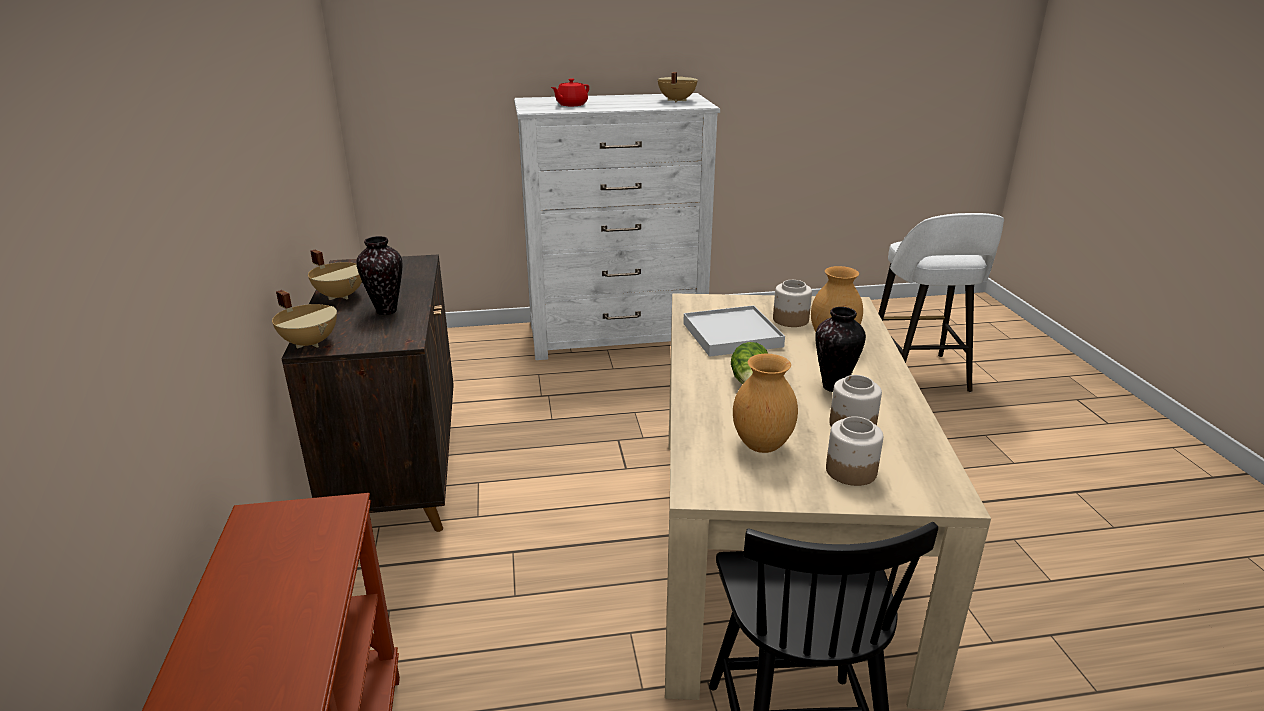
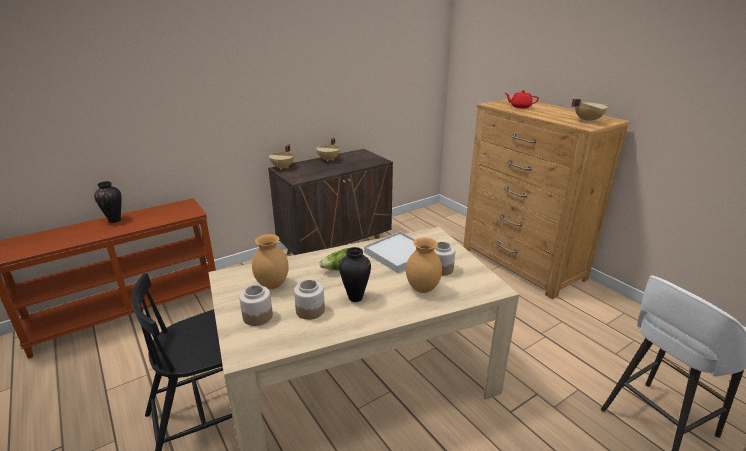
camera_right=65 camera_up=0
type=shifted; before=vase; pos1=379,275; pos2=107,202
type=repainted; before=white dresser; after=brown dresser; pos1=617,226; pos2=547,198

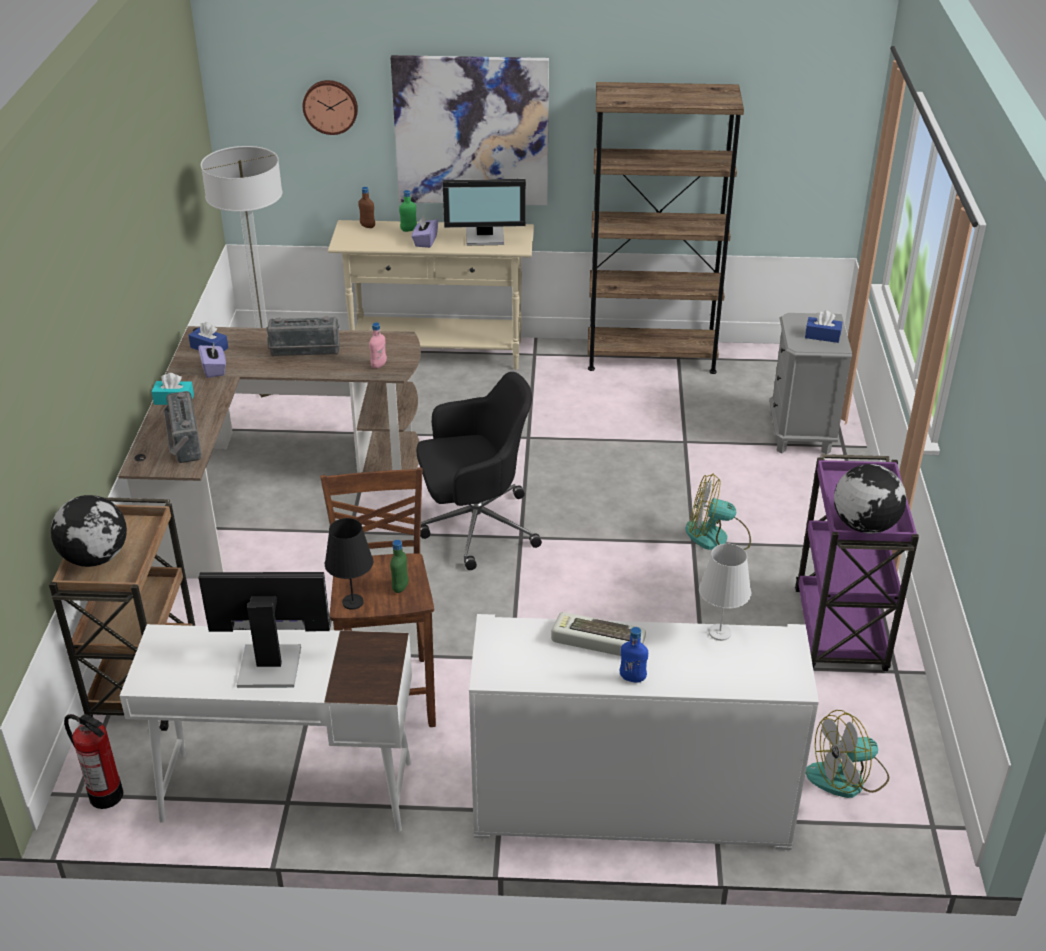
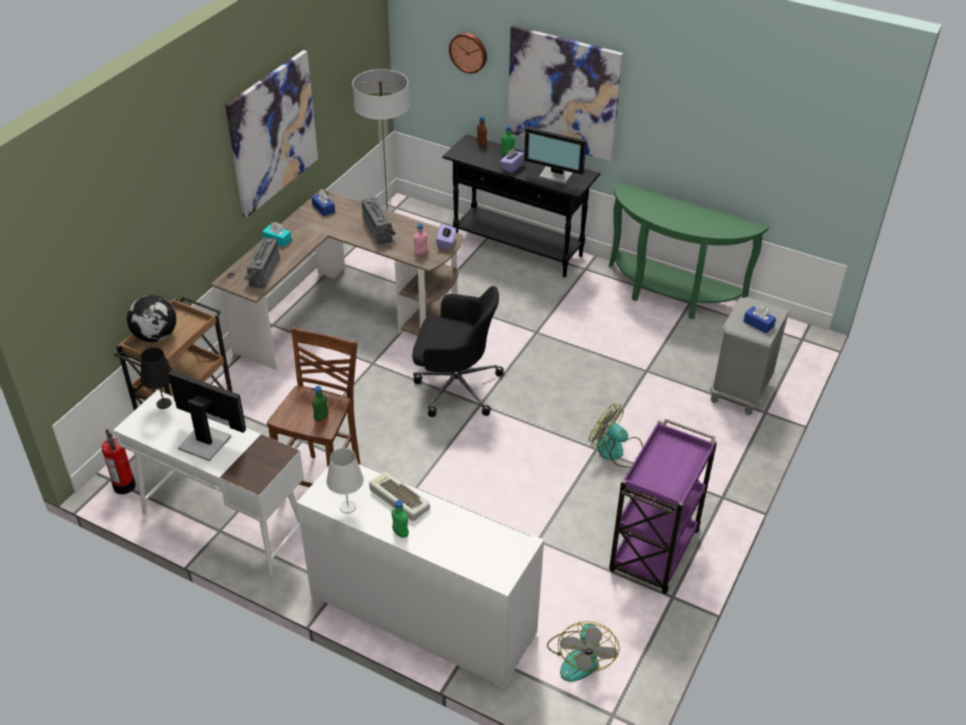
camera_right=25 camera_up=5
type=shifted; before=purple tissue box; pos1=212,360; pos2=446,237
type=rotated; before=radio; pos1=303,336; pos2=379,221; turn=-135
type=shifted; before=black table lamp; pos1=349,564; pos2=156,378
type=repainted; before=beige console table; after=black console table; pos1=431,294; pos2=521,205
type=swapped; before=brown bookcase; after=green console table; pos1=666,228; pos2=689,250
type=repainted; before=blue bottle; after=green bottle; pos1=634,654; pos2=400,519
type=shifted; before=white table lamp; pos1=725,592; pos2=345,481
type=rotated; before=fan; pos1=847,754; pos2=583,651; turn=-90
type=gone; before=globe; pos1=870,499
type=new; after=picture; pos2=271,134

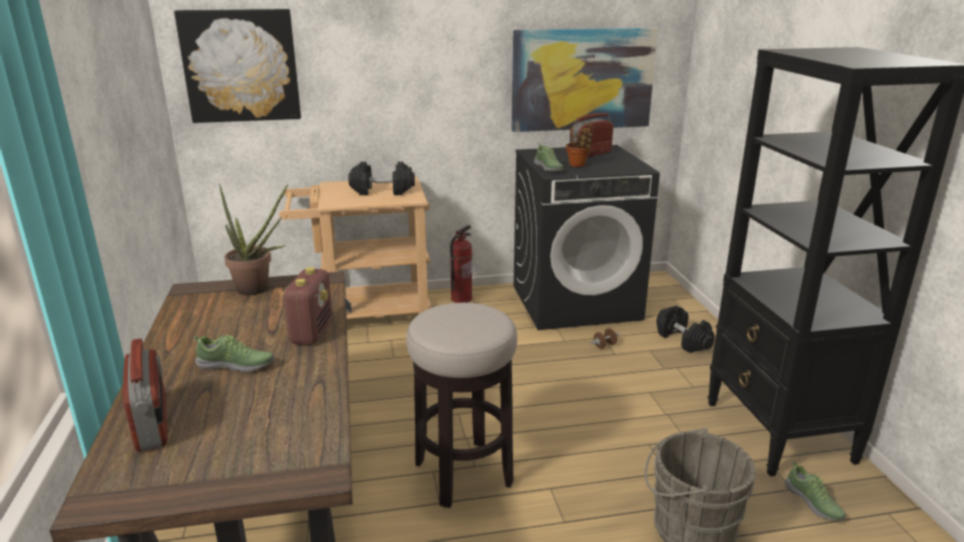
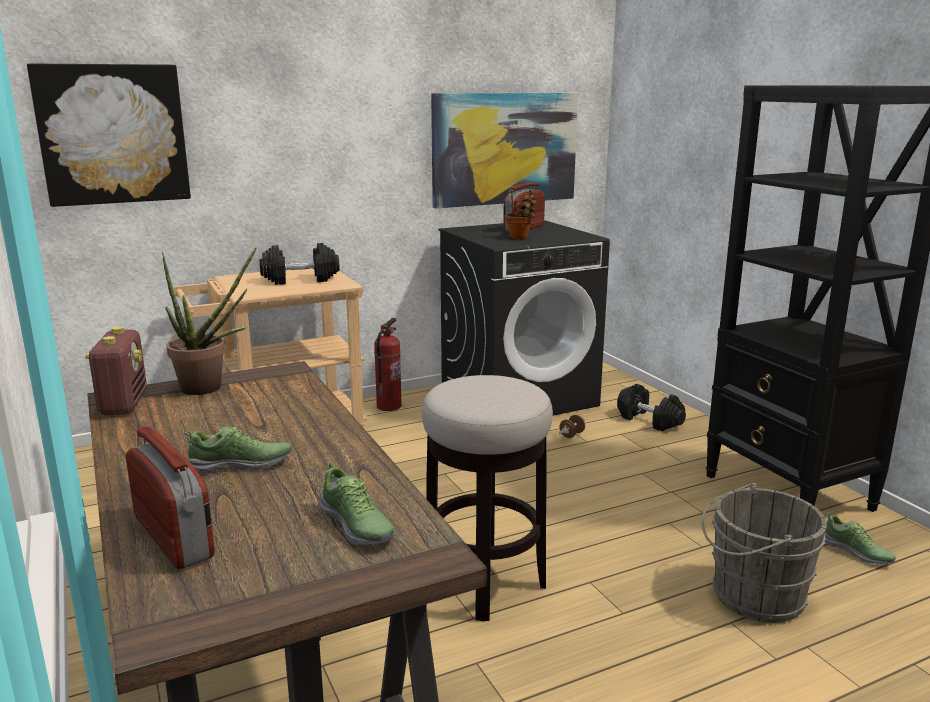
camera_right=-15 camera_up=-5
type=shifted; before=radio; pos1=307,306; pos2=116,371
type=shifted; before=shoe; pos1=549,157; pos2=357,504

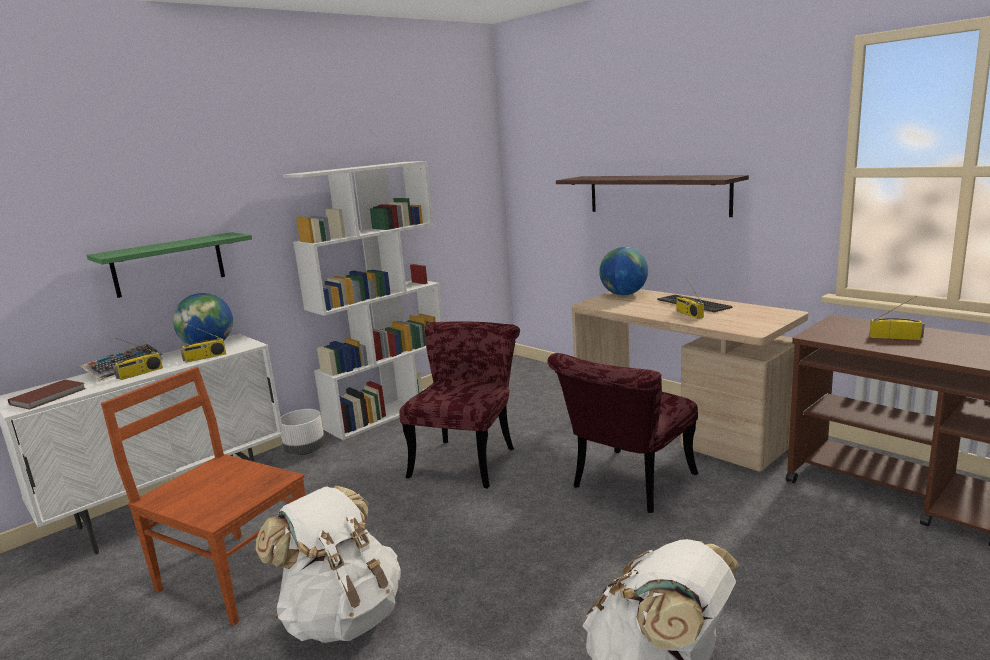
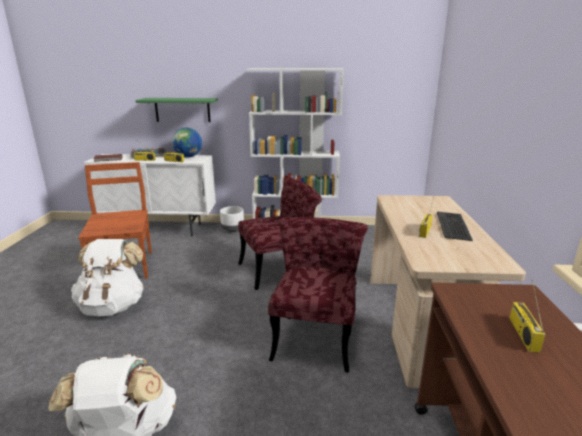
camera_right=45 camera_up=5
type=rotated; before=red chair; pos1=622,433; pos2=318,295; turn=105
type=gone; before=shelf; pos1=652,196
type=gone; before=globe; pos1=623,271
type=rotated; before=radio; pos1=897,318; pos2=527,316; turn=-150

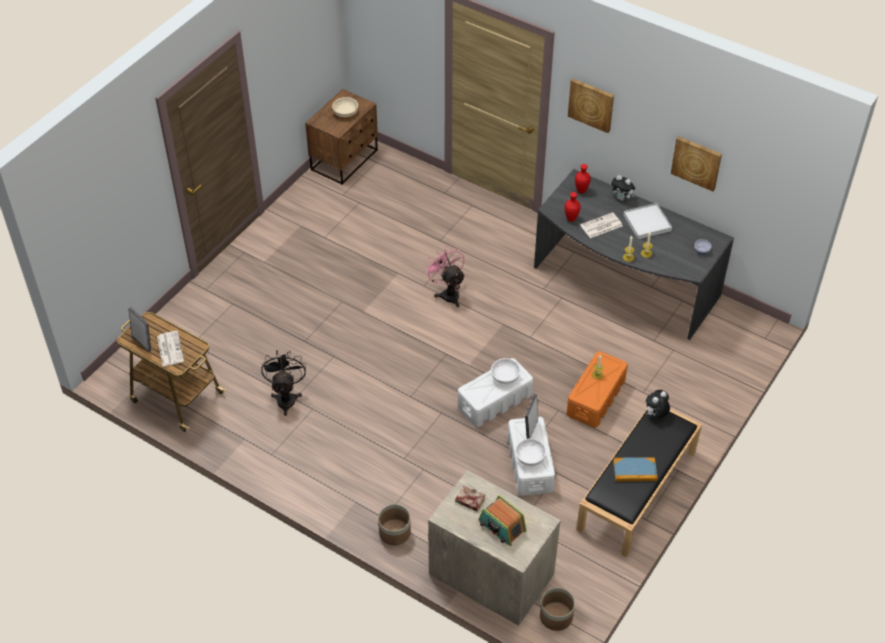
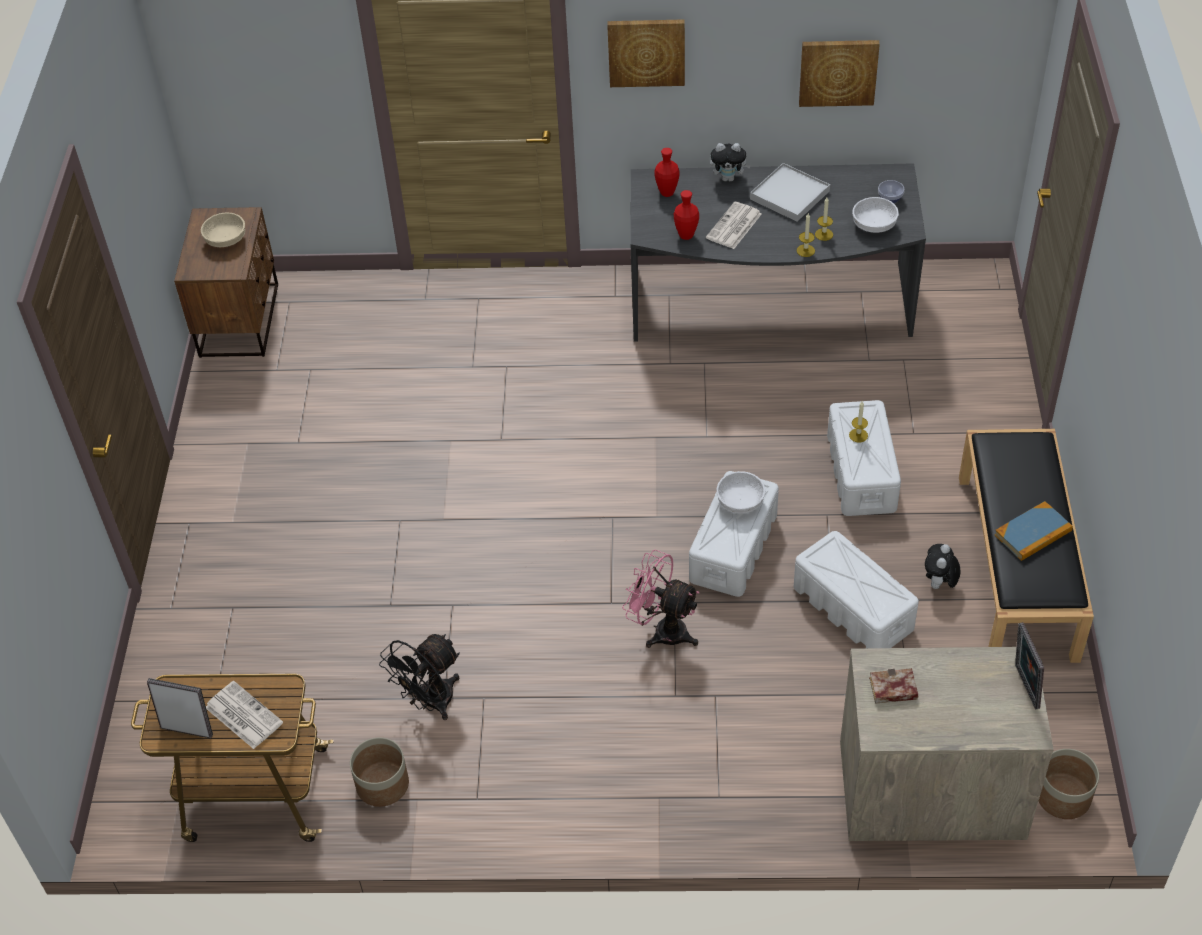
camera_right=-30 camera_up=0
type=rotated; before=black fan; pos1=283,383; pos2=419,677; turn=-105
type=shifted; before=planter; pos1=394,524; pos2=379,772
type=shifted; before=pink fan; pos1=444,277; pos2=660,599
type=gone; before=radio; pos1=502,520
type=shifted; before=white bowl; pos1=530,452; pos2=875,215
type=shifted; before=picture frame; pos1=531,416; pos2=1029,666
type=repainted; before=orange storage box; after=white storage box; pos1=597,389; pos2=864,458
type=shifted; before=plush toy; pos1=658,404; pos2=943,567

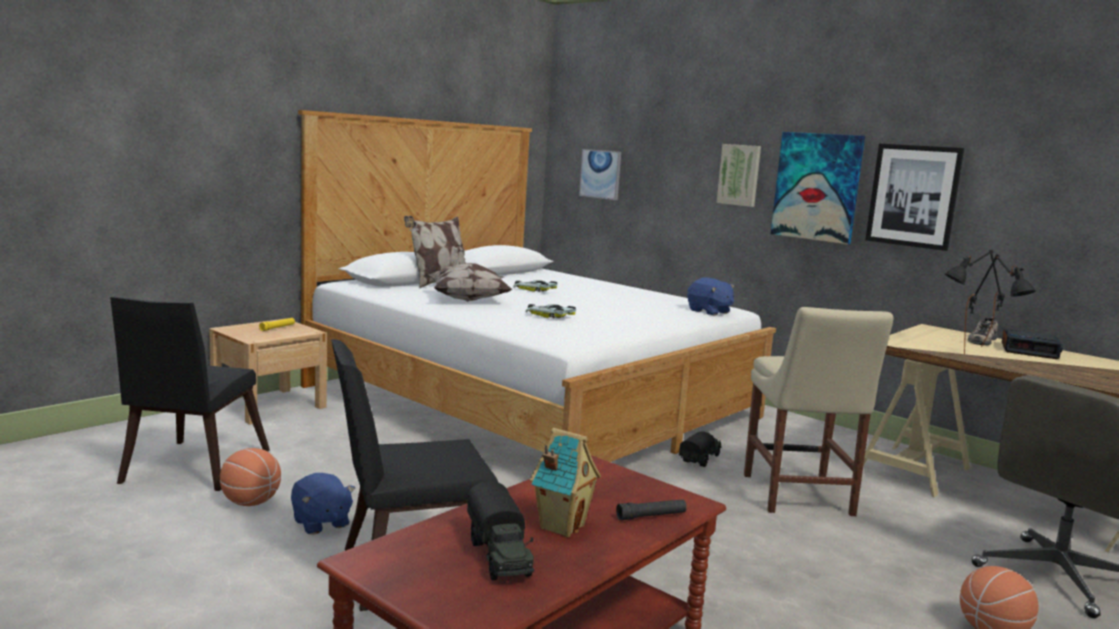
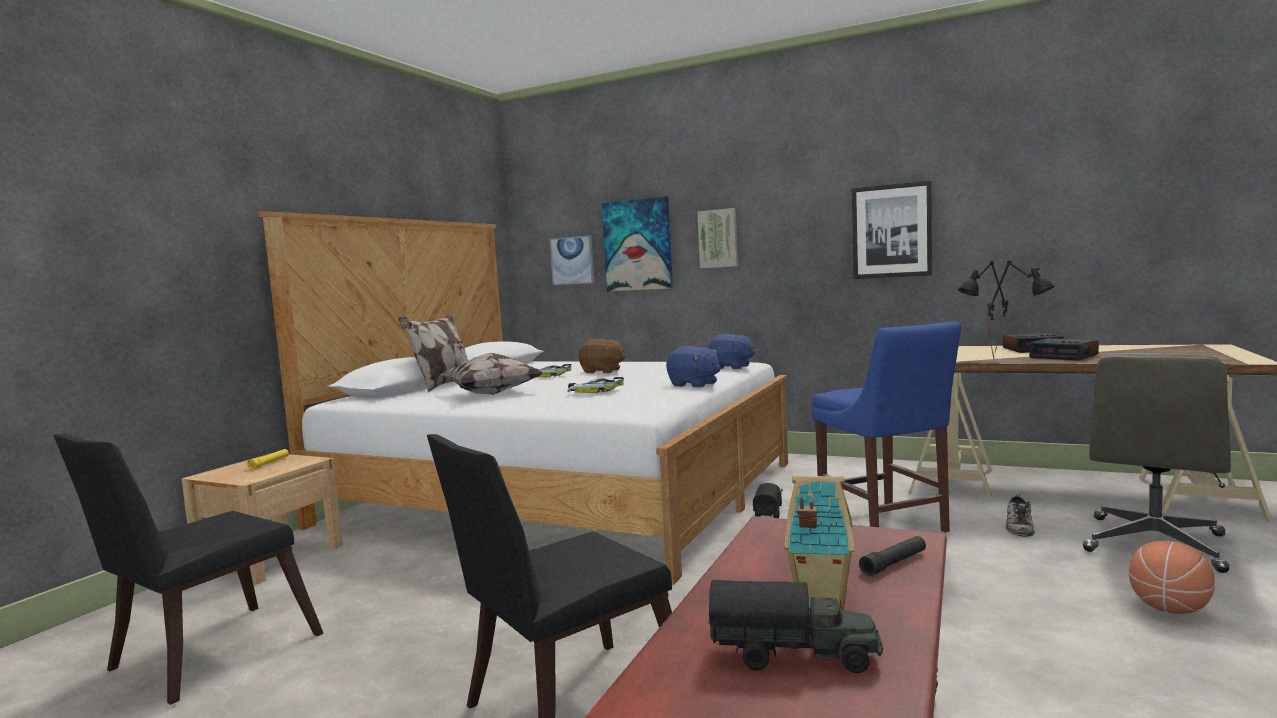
camera_right=-15 camera_up=-5
type=rotated; before=black chair; pos1=190,394; pos2=188,569; turn=45
type=gone; before=basketball; pos1=250,477
type=shifted; before=blue plush toy; pos1=323,504; pos2=693,367
type=rotated; before=toy truck; pos1=500,530; pos2=796,626; turn=-45
type=repainted; before=beige chair; after=blue chair; pos1=818,411; pos2=886,427
type=shifted; before=picture; pos1=818,188; pos2=637,243
type=shifted; before=shoe; pos1=983,331; pos2=1020,515
type=new; after=brown plush toy; pos2=602,356
type=new; after=alarm clock; pos2=1064,349

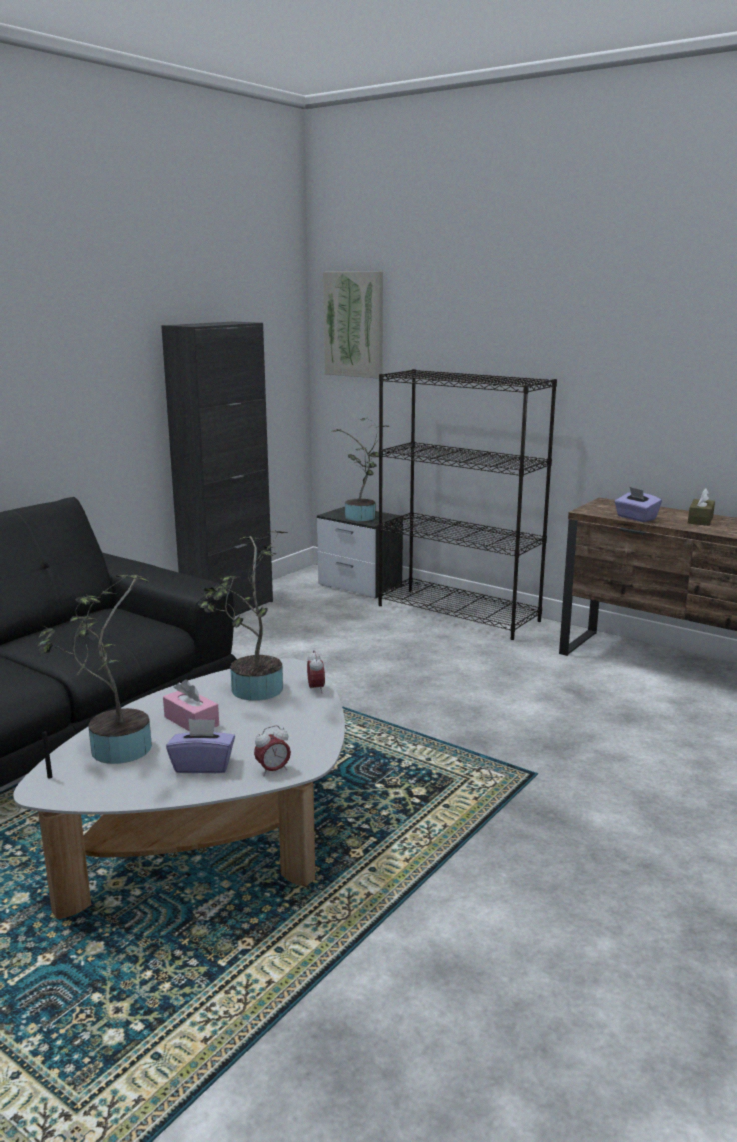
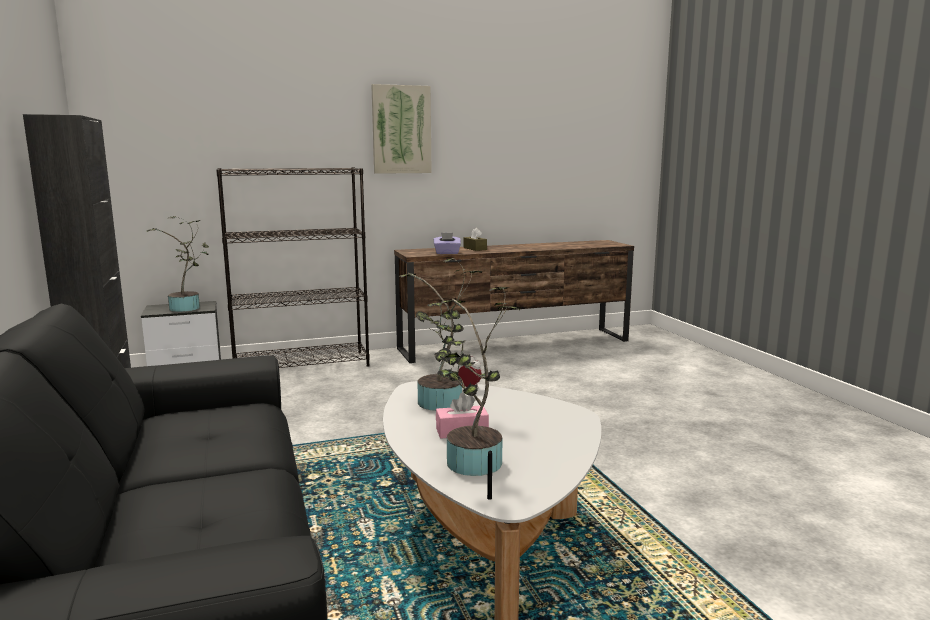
camera_right=-55 camera_up=-5
type=gone; before=purple tissue box; pos1=200,746
type=gone; before=alarm clock; pos1=272,750
type=shifted; before=picture; pos1=353,325; pos2=401,129

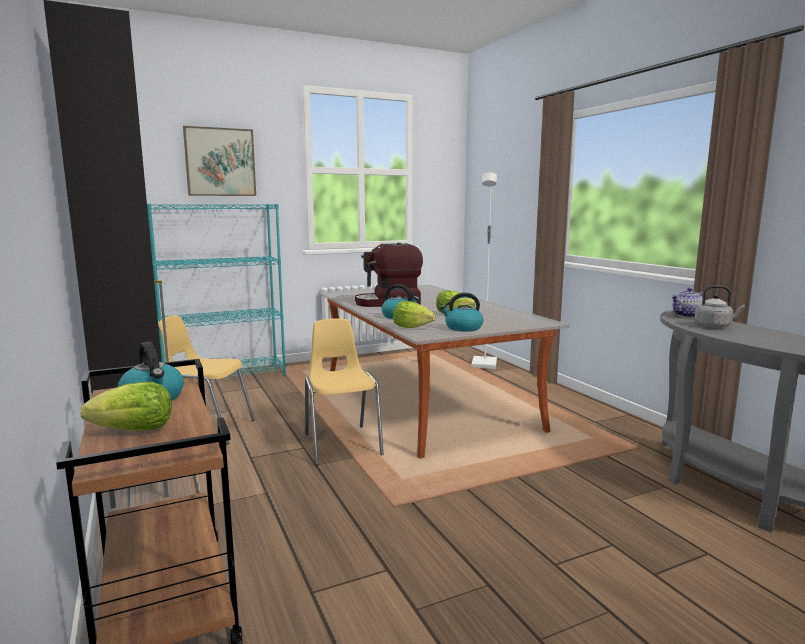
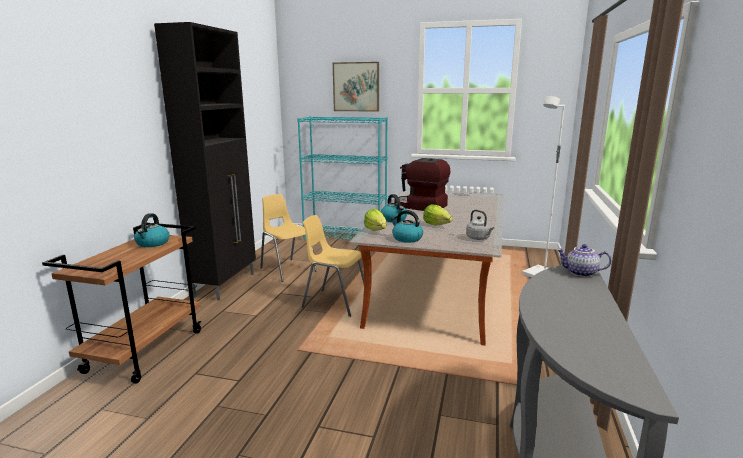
camera_right=40 camera_up=5
type=gone; before=lettuce; pos1=126,406
type=rotated; before=yellow chair; pos1=344,391; pos2=333,266; turn=-90
type=shifted; before=grey kettle; pos1=719,306; pos2=480,225

